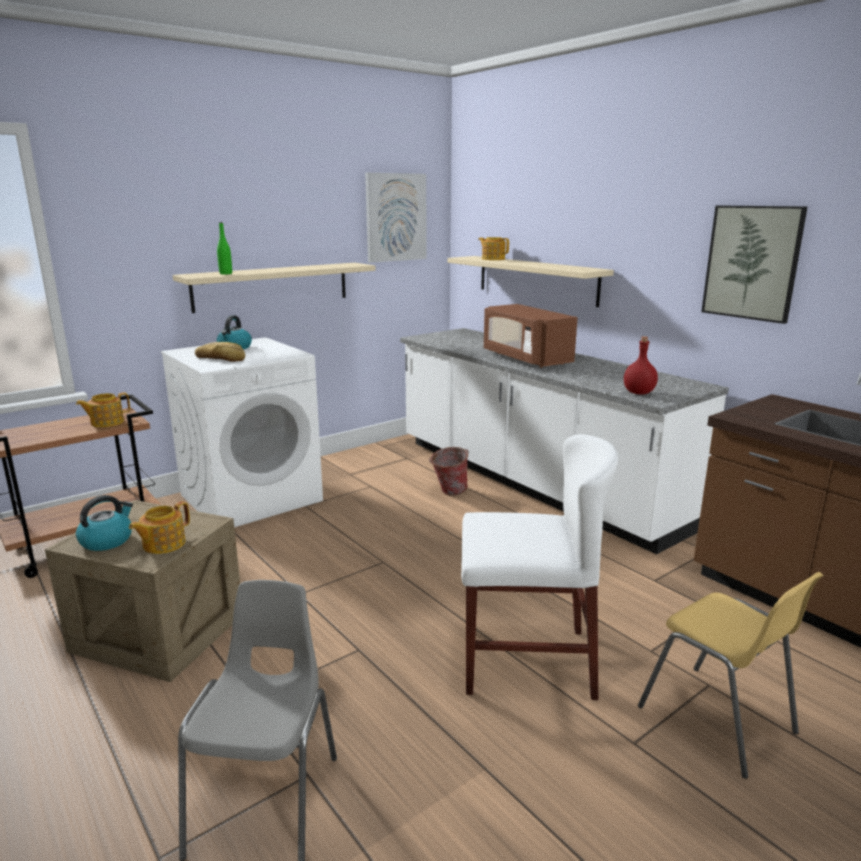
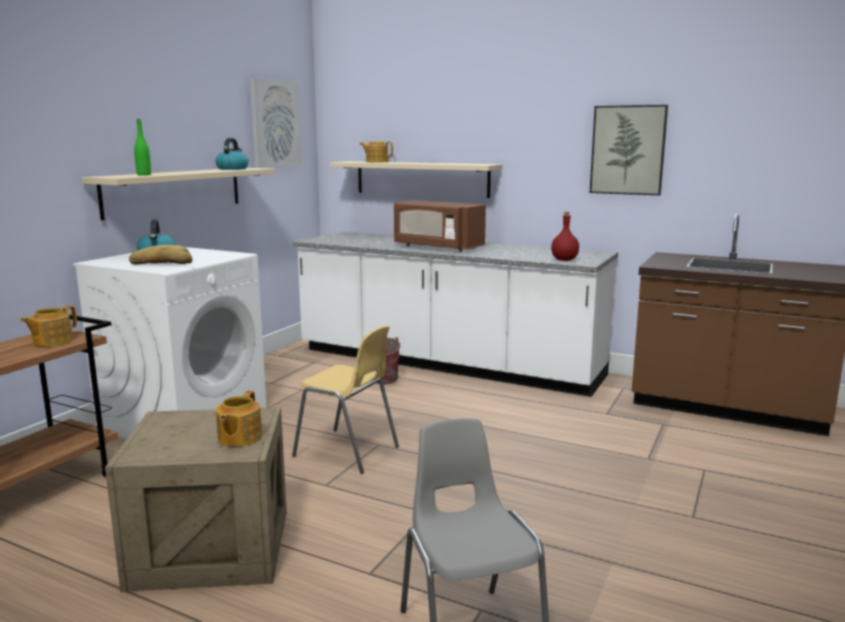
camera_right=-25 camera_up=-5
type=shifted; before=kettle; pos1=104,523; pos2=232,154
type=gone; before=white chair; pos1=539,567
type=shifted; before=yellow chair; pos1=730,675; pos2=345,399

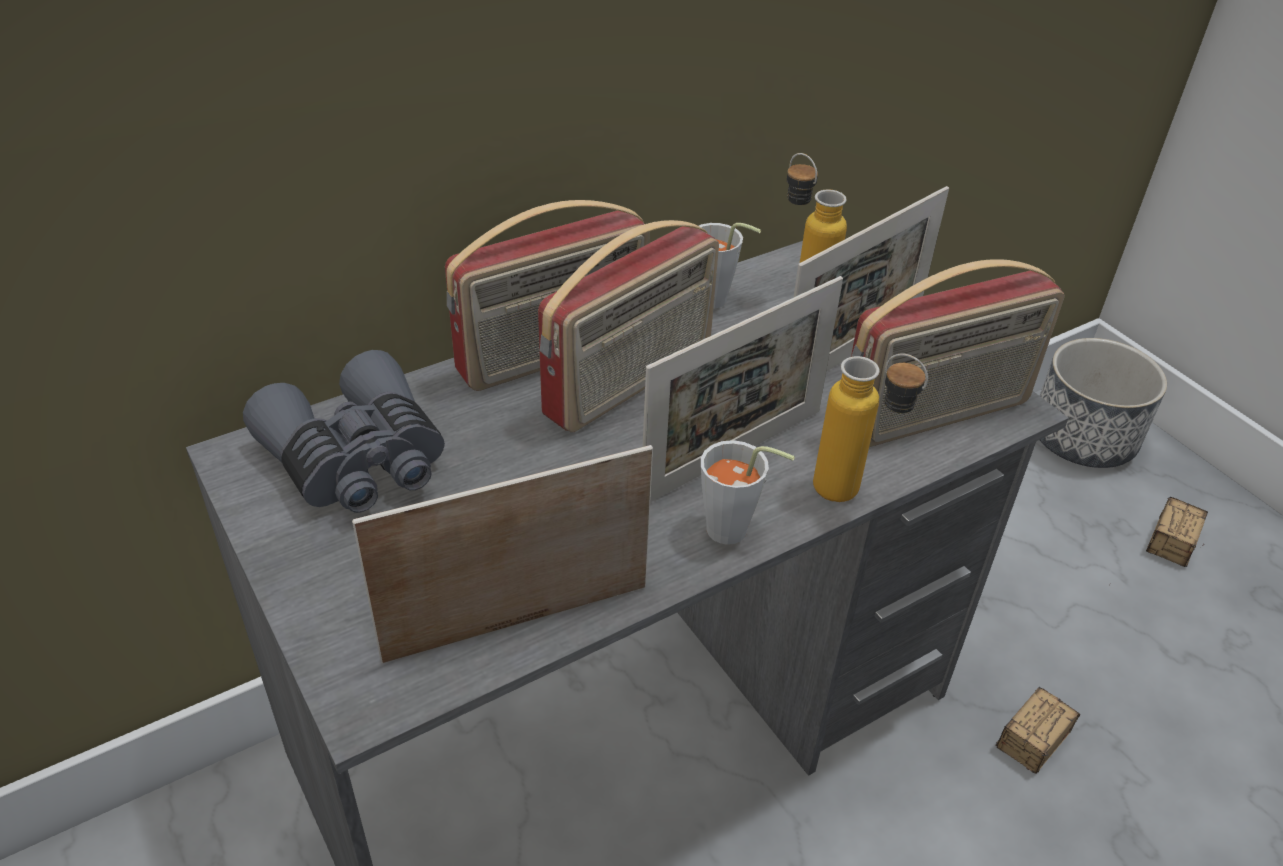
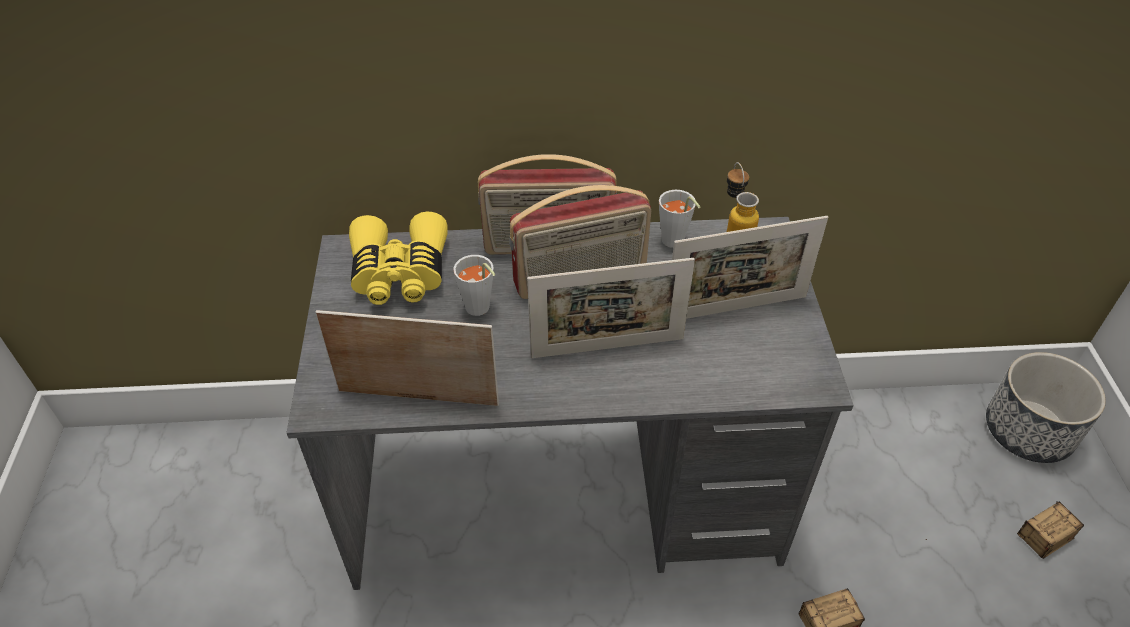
camera_right=30 camera_up=5
type=repainted; before=grey binoculars; after=yellow binoculars; pos1=344,431; pos2=398,258
type=shifted; before=grey cup; pos1=748,492; pos2=474,285
type=gone; before=bottle; pos1=870,427
type=gone; before=radio; pos1=958,353

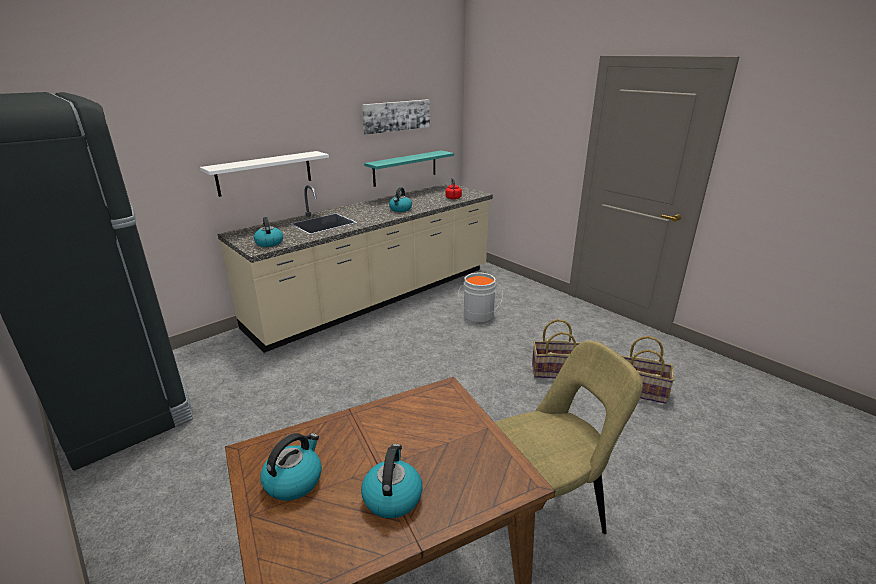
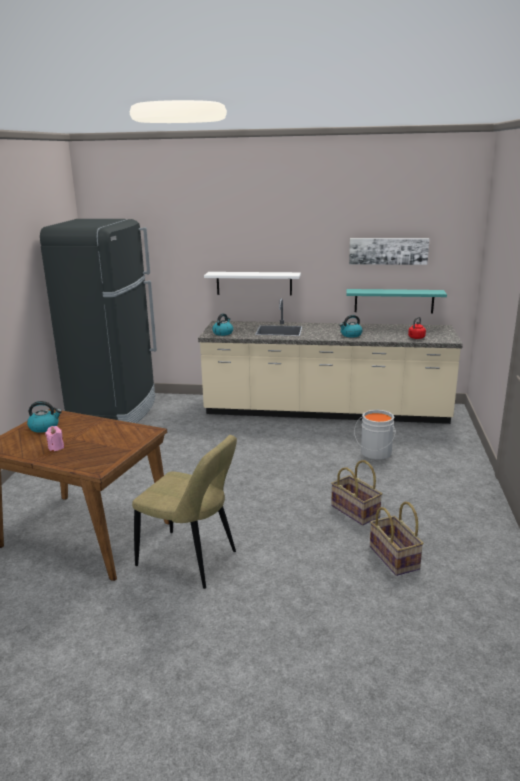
camera_right=50 camera_up=-5
type=swapped; before=kettle; after=pink candle; pos1=391,481; pos2=54,438

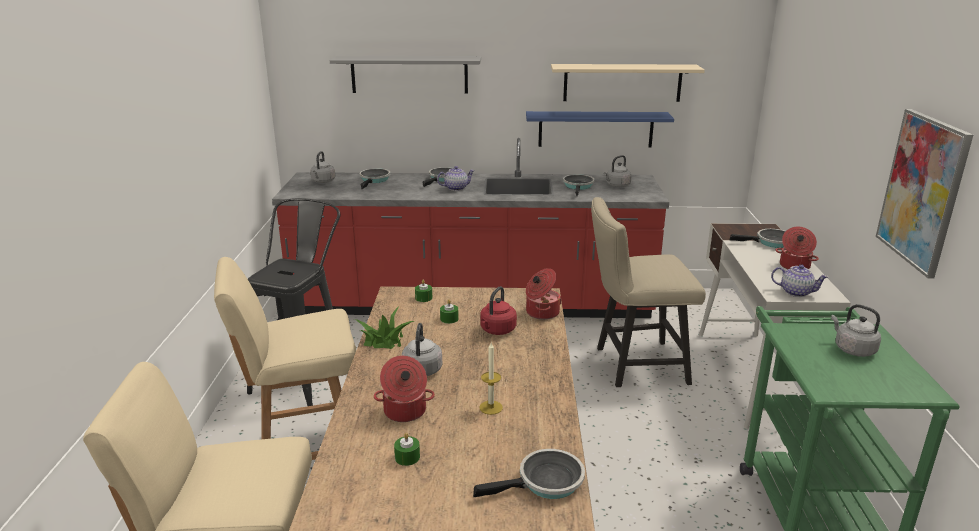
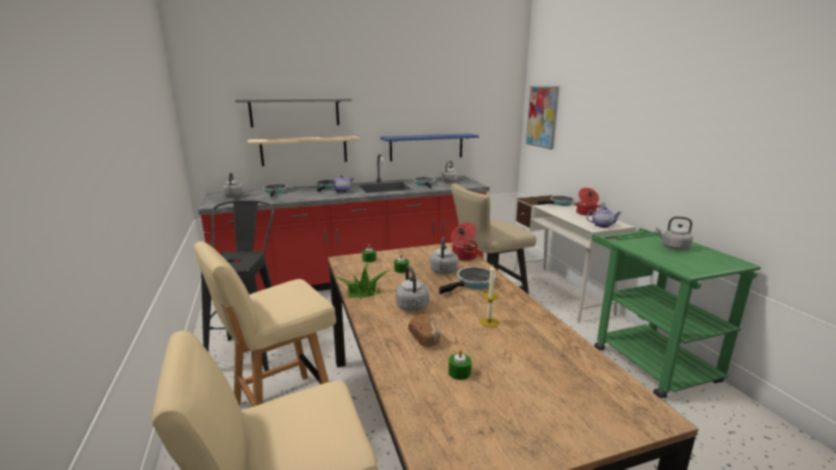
camera_right=-20 camera_up=-5
type=swapped; before=cooking pot; after=bread; pos1=404,389; pos2=424,330
type=shifted; before=frying pan; pos1=529,474; pos2=467,280
type=repainted; before=red kettle; after=grey kettle; pos1=498,310; pos2=444,255
type=shifted; before=beige shelf; pos1=628,83; pos2=303,151
type=shifted; before=picture; pos1=924,193; pos2=543,117

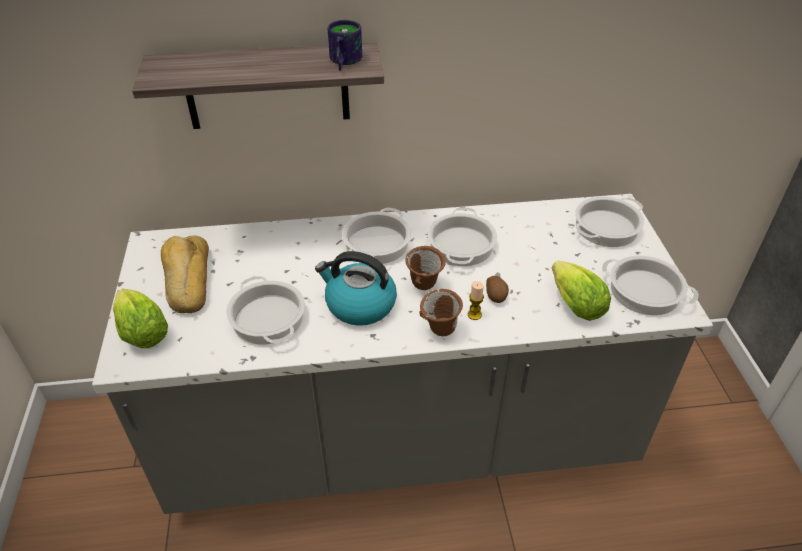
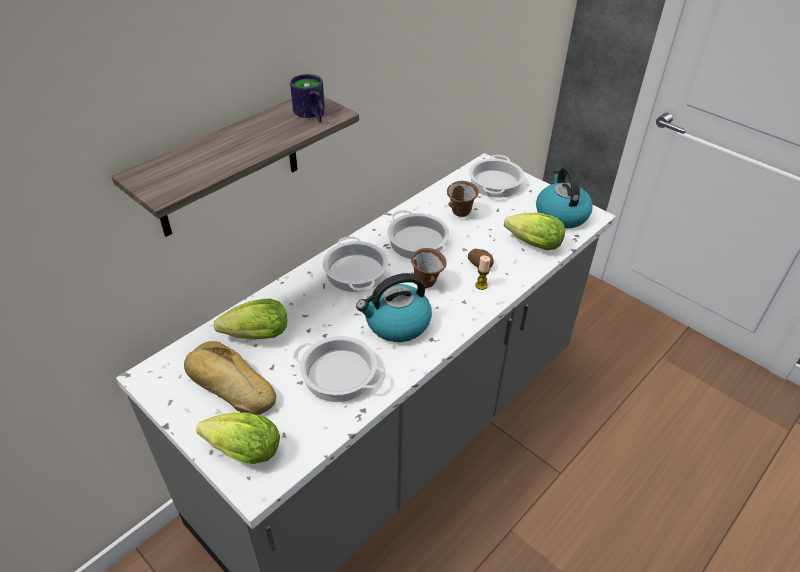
camera_right=-40 camera_up=0
type=shifted; before=brown mug; pos1=441,312; pos2=463,199
type=swapped; before=cooking pot; after=kettle; pos1=650,286; pos2=564,198
type=new; after=lettuce; pos2=250,319

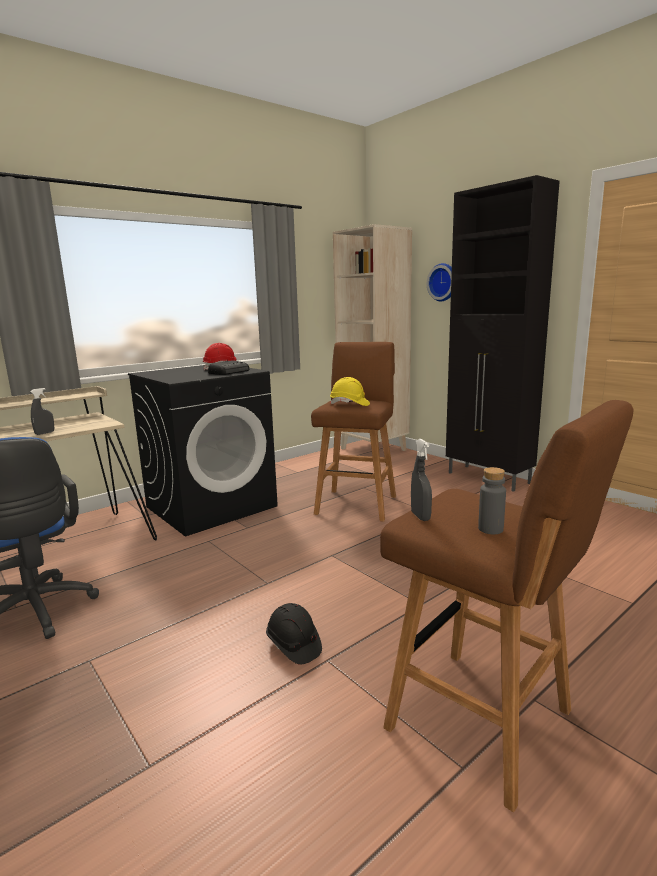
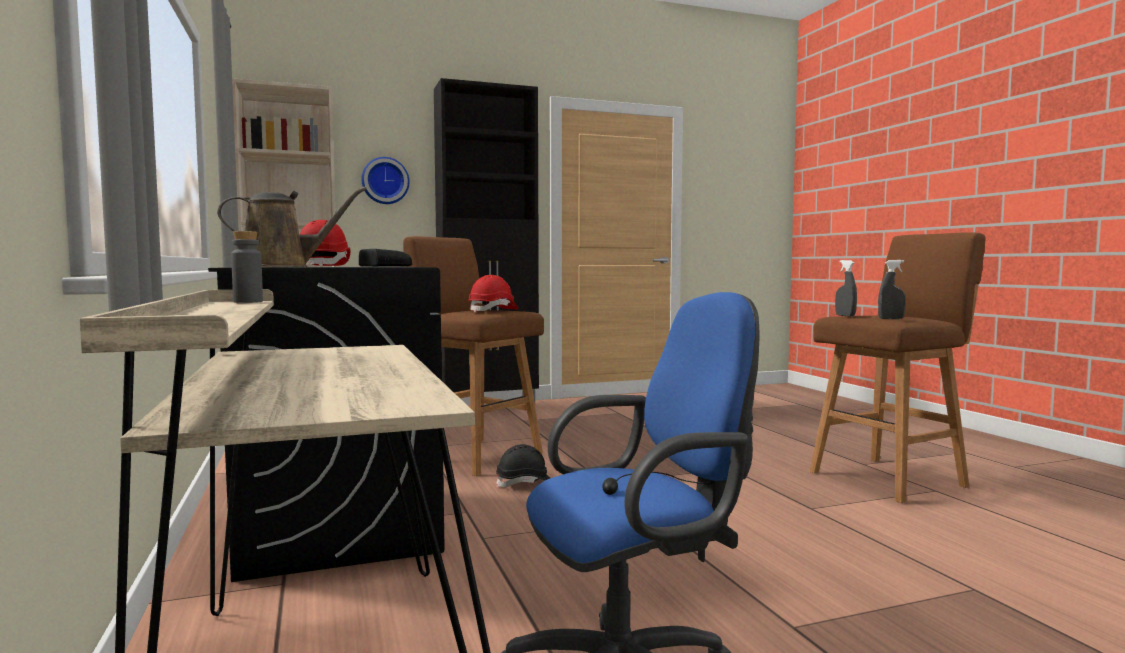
camera_right=-70 camera_up=-10
type=shifted; before=grey spray bottle; pos1=42,411; pos2=846,288
type=shifted; before=black hard hat; pos1=294,634; pos2=523,465
type=repainted; before=yellow hard hat; after=red hard hat; pos1=350,391; pos2=493,294
type=shifted; before=grey bottle; pos1=492,500; pos2=247,267
type=new; after=brown watering can; pos2=292,227

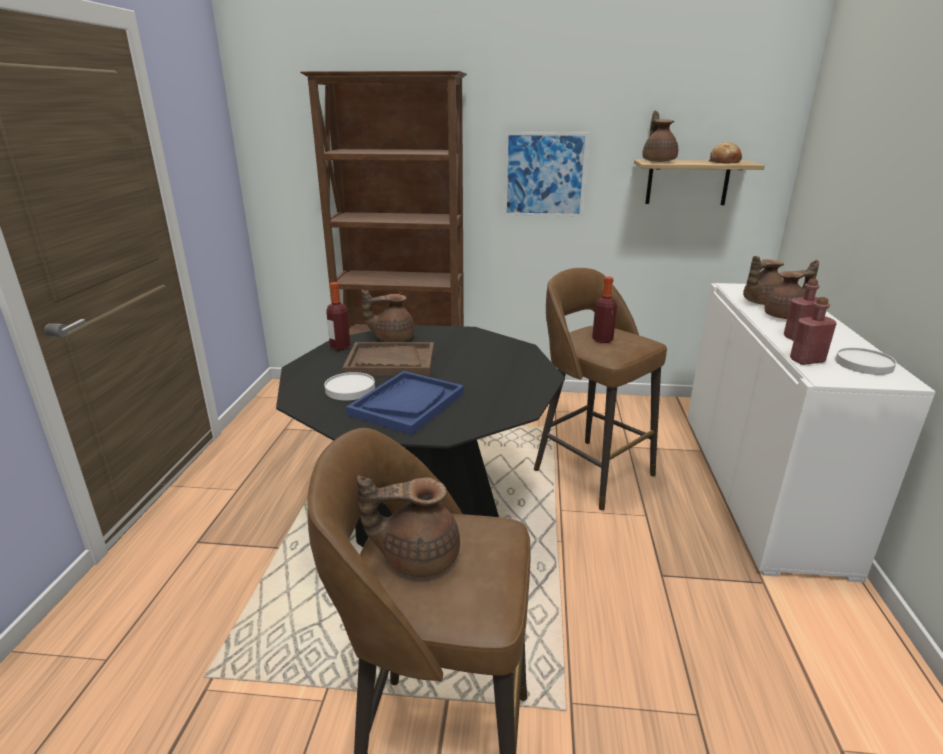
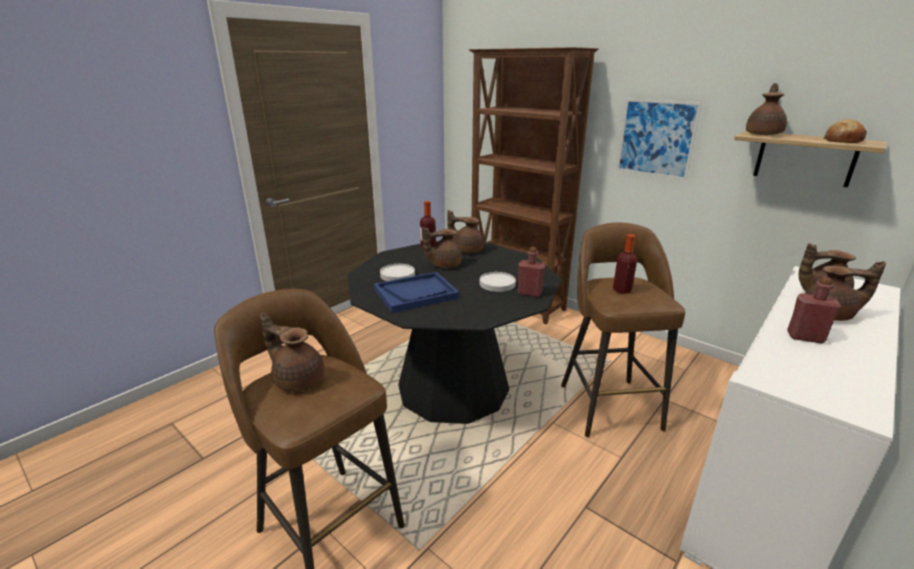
camera_right=35 camera_up=0
type=swapped; before=brown tray; after=brown teapot; pos1=388,359; pos2=442,247
type=shifted; before=red bottle; pos1=813,331; pos2=531,272
type=shifted; before=white plate; pos1=865,361; pos2=498,282

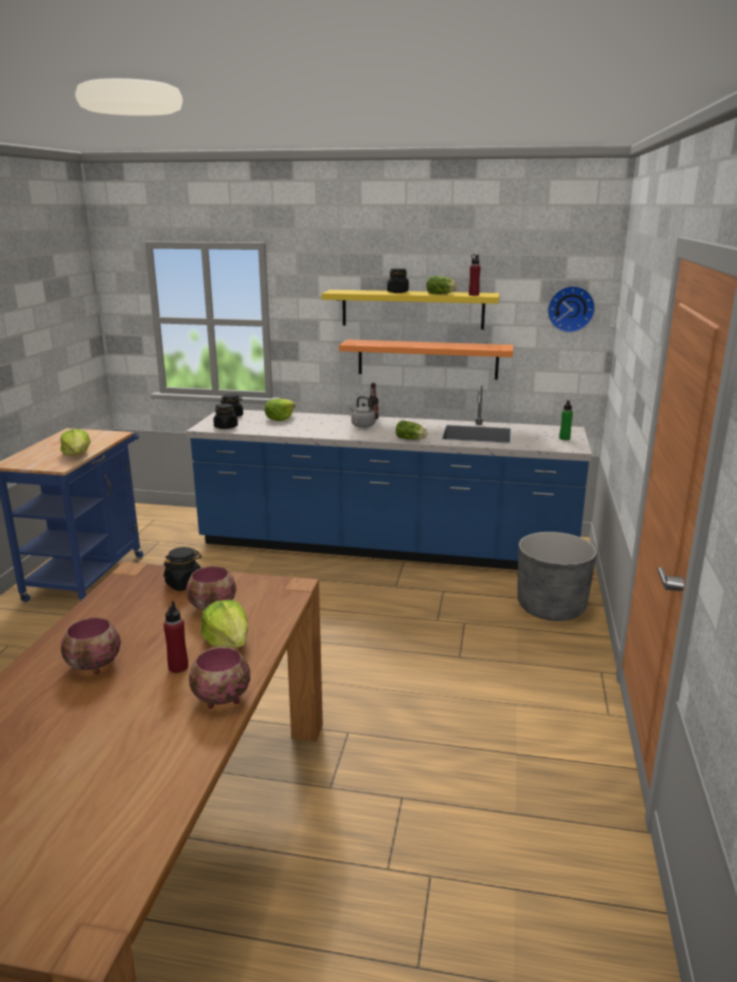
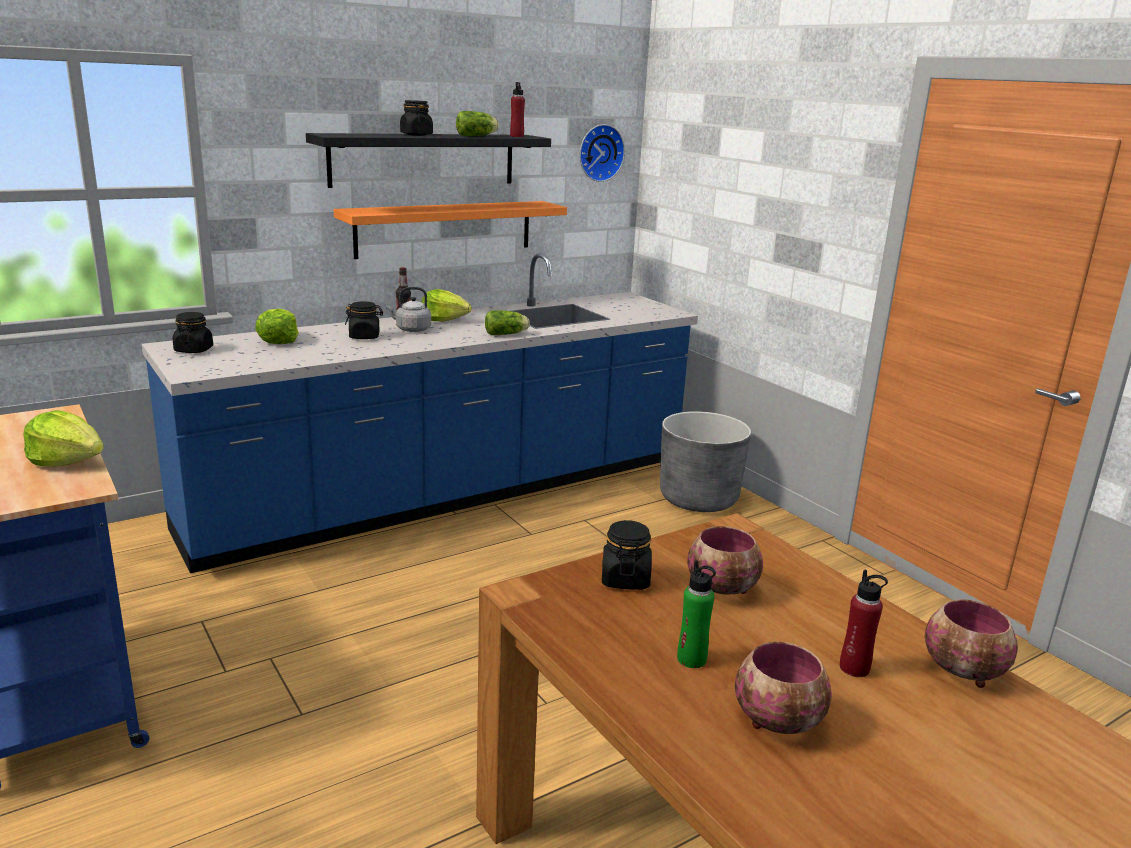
camera_right=-45 camera_up=0
type=shifted; before=lettuce; pos1=224,624; pos2=446,305
type=shifted; before=black jar; pos1=225,416; pos2=364,320
type=repainted; before=yellow shelf; after=black shelf; pos1=411,310; pos2=428,160
type=shifted; before=green bottle; pos1=566,419; pos2=696,614

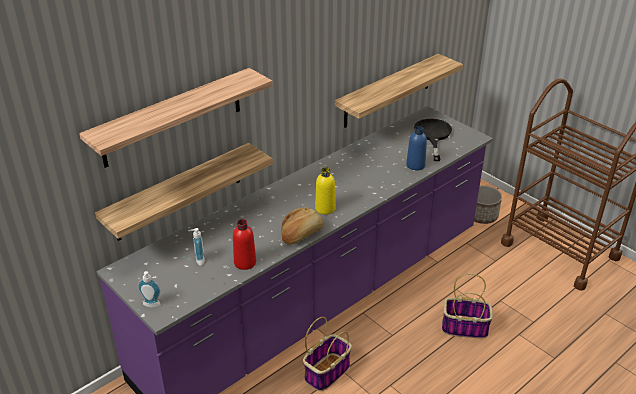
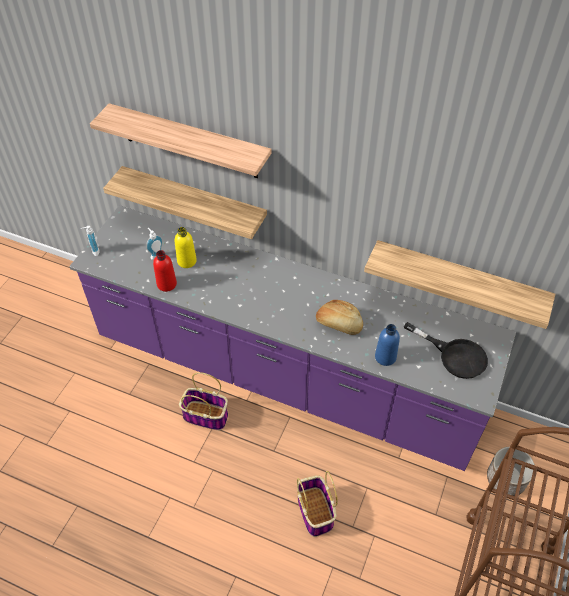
camera_right=65 camera_up=15
type=shifted; before=bread; pos1=302,225; pos2=339,317
type=shifted; before=yellow bottle; pos1=325,191; pos2=186,247
type=rotated; before=black frying pan; pos1=433,139; pos2=446,350; turn=60

